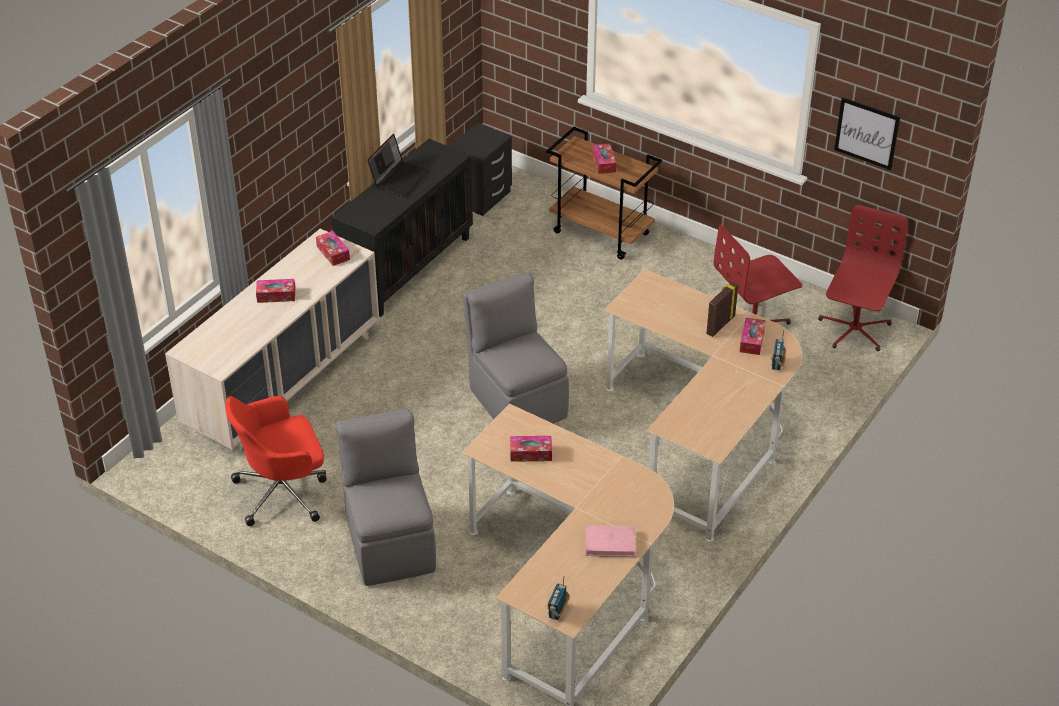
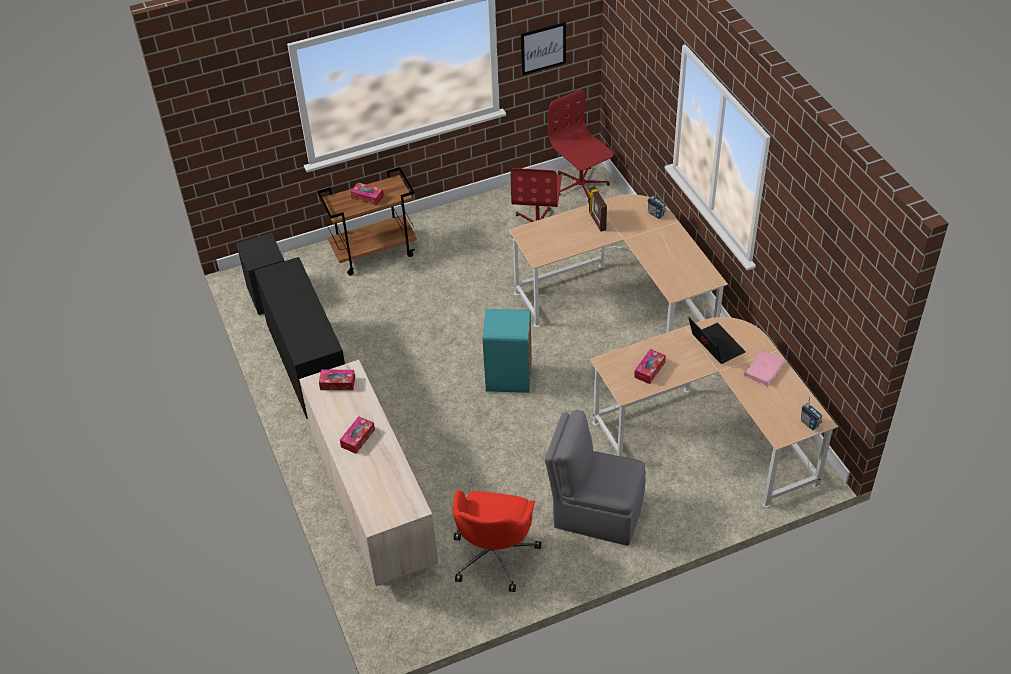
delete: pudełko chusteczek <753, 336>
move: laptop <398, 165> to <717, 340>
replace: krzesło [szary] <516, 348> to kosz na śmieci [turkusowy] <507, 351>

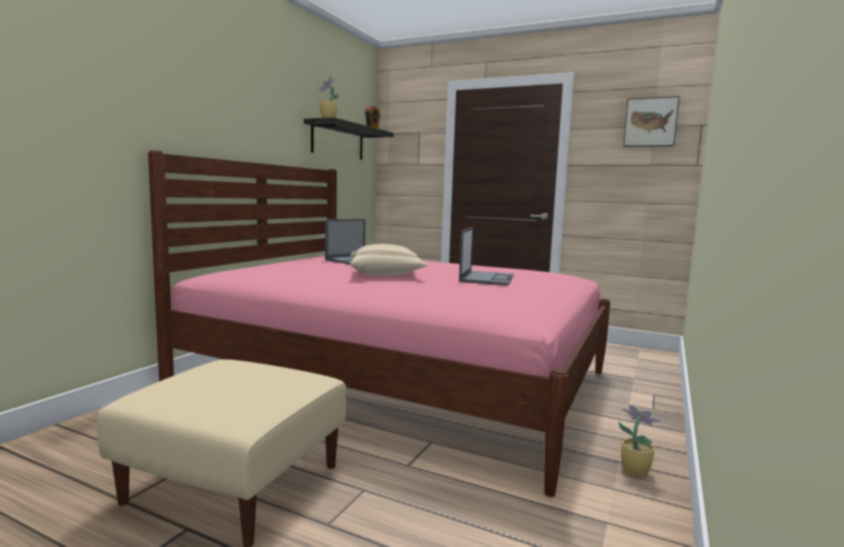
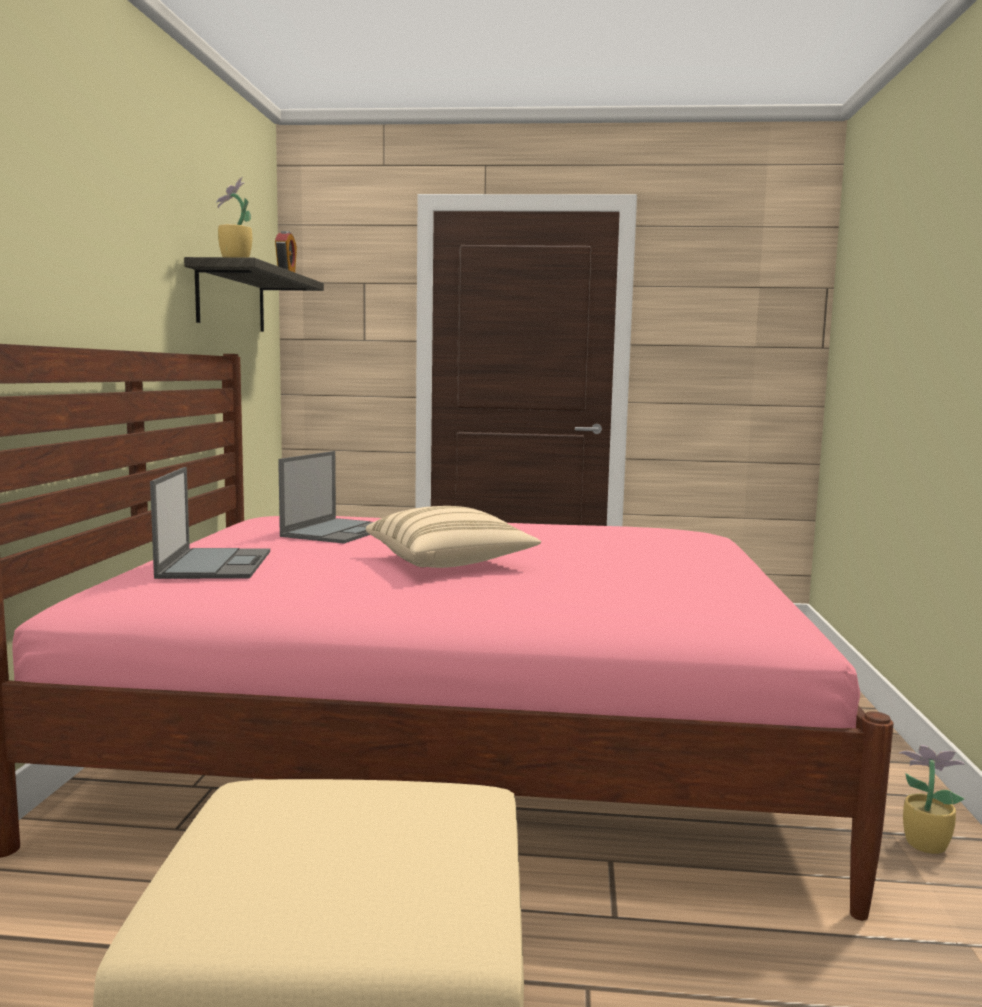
delete: obraz <651, 121>
move: laptop <486, 256> to <210, 523>

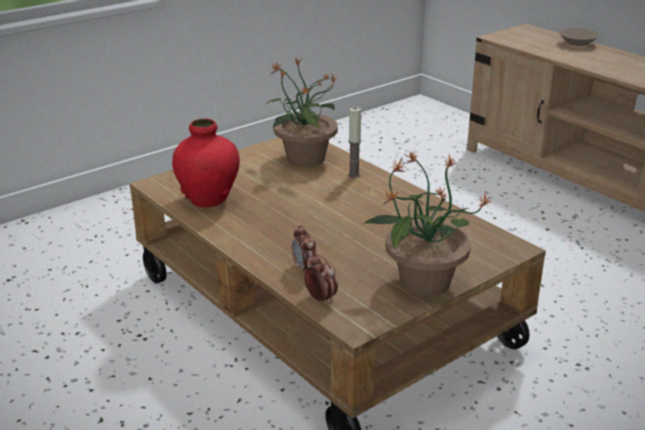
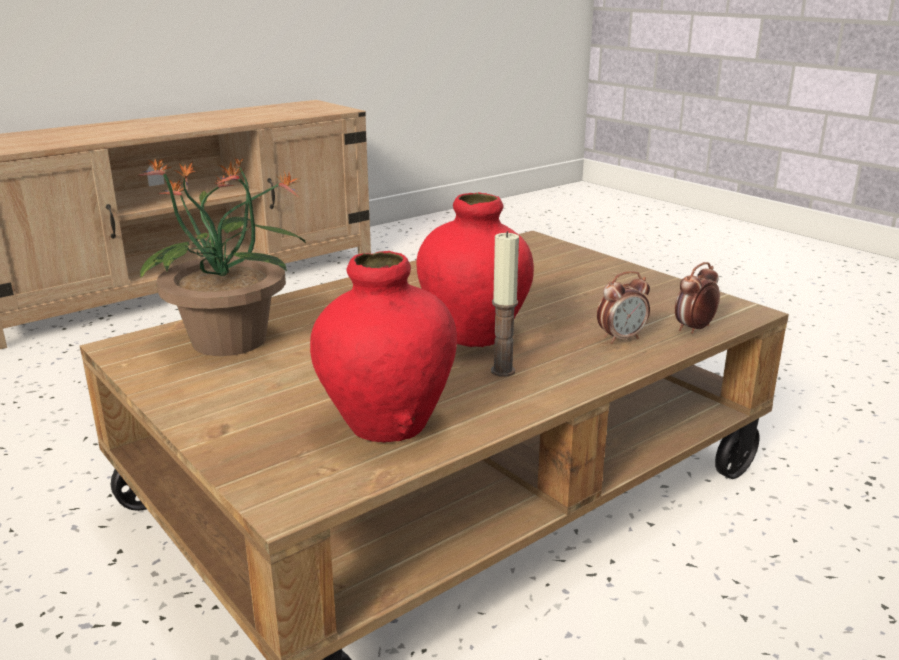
delete: roślina doniczkowa <427, 223>; miska [beżowy] <579, 37>
insert: wazon [czerwony] <475, 269>
move: świeca <354, 142> to <505, 304>

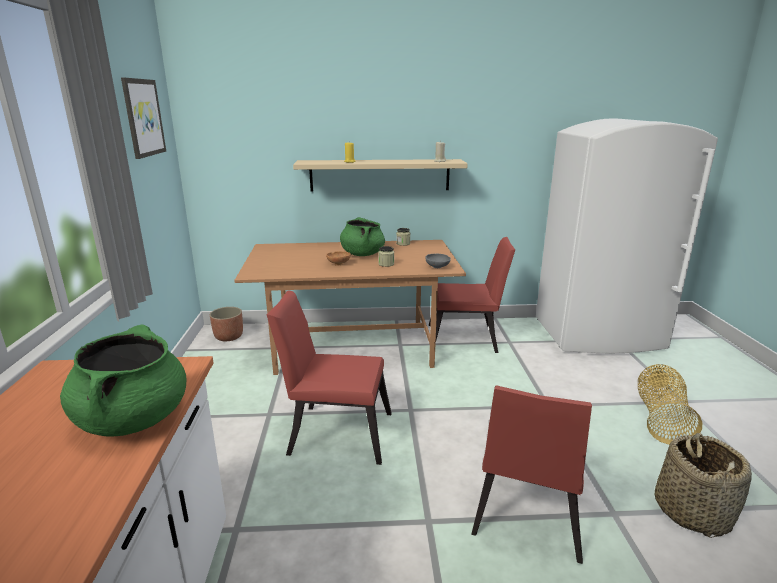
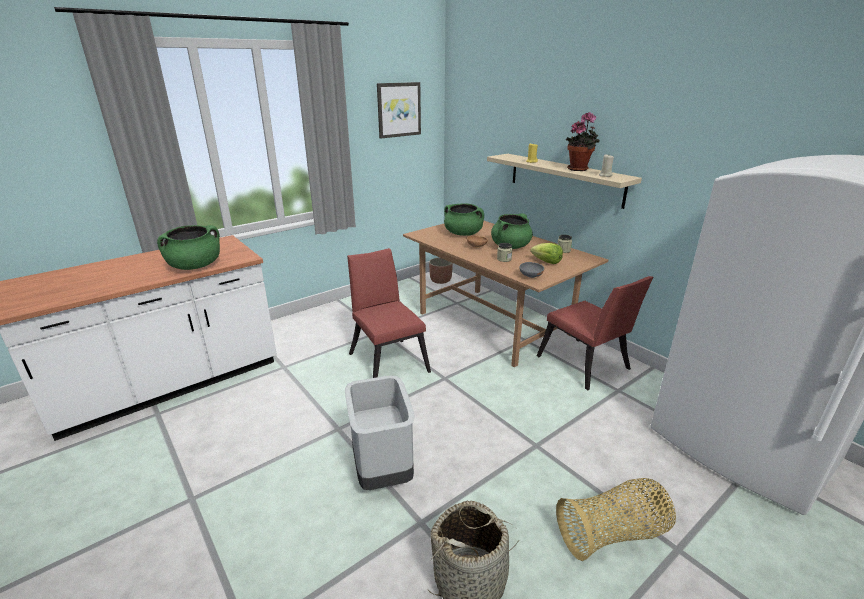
insert: garnek [zielony] <464, 219>; sałata <546, 253>; roślina doniczkowa <583, 141>
replace: krzesło [czerwony] <531, 474> to kosz na śmieci [szary] <380, 432>

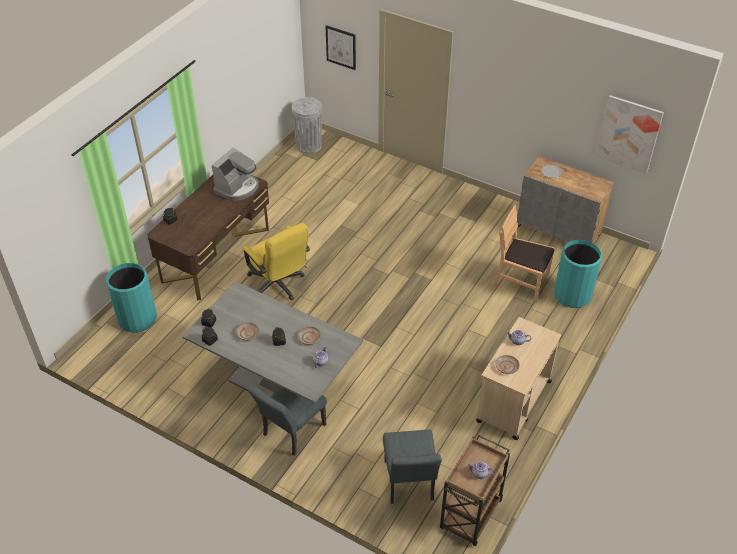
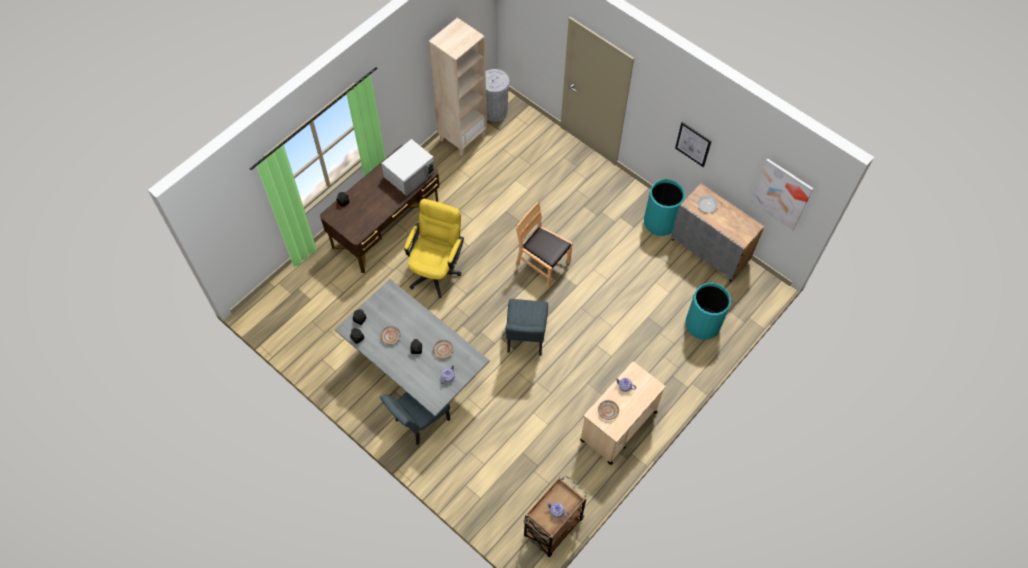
insert: regał [beżowy] <458, 87>
move: kosz na śmieci [turkusowy] <131, 297> to <664, 207>; obraz <341, 47> to <693, 144>; krzesło [szary] <412, 466> to <526, 327>; krzesło [brązowy] <524, 254> to <544, 245>
replace: ekspres do kawy <235, 174> to mikrofalówka [biały] <408, 167>
rotate: krzesło biurowe [żółty] <276, 261> = <434, 248> 135 degrees counterclockwise

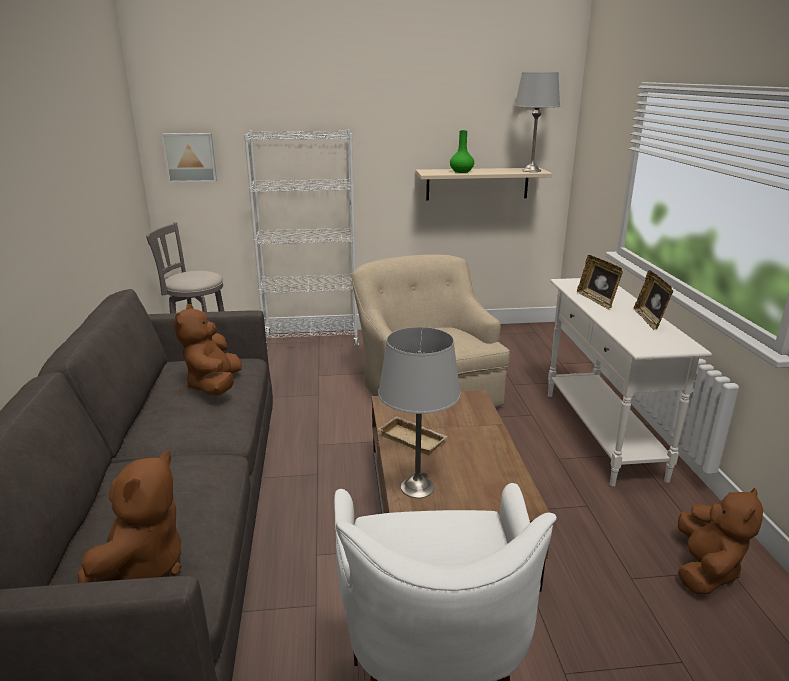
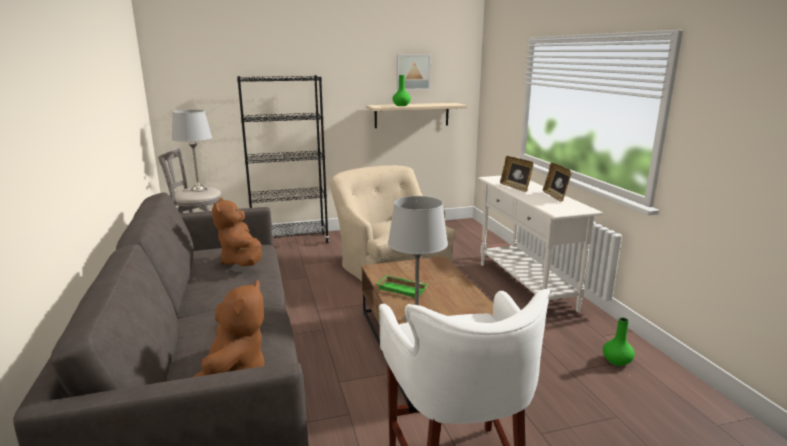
move: obraz <189, 158> to <414, 72>; lampa stołowa [szary] <537, 122> to <192, 151>
replace: pluszak [brązowy] <720, 541> to wazon [zielony] <619, 341>
recolor: regał [biały] <301, 238> to regał [czarny] <283, 159>; taca [beżowy] <413, 436> to taca [zielony] <402, 286>

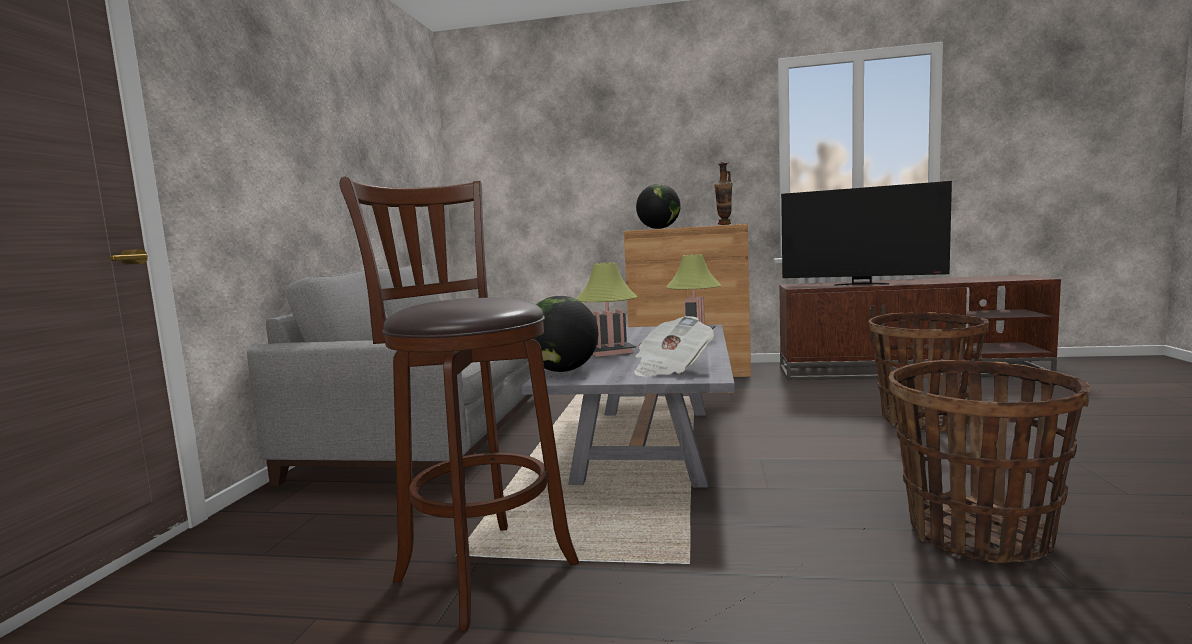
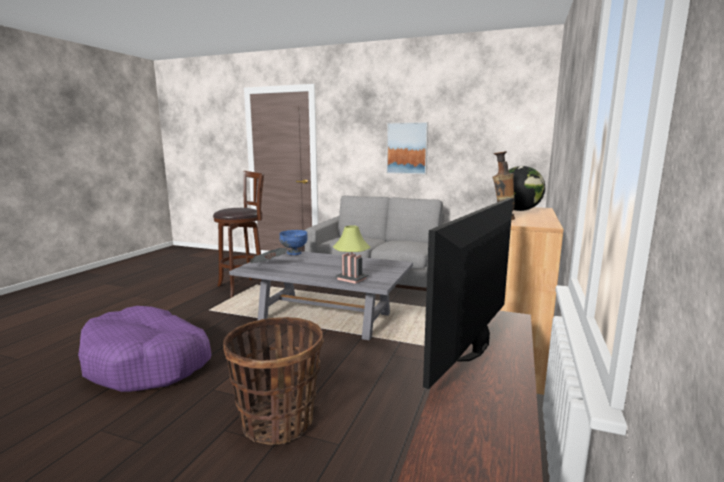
delete: lampa stołowa <607, 310>
insert: obraz <407, 148>
replace: globus <565, 334> to miska [niebieski] <293, 242>; koszyk <989, 462> to legowisko [fioletowy] <145, 349>

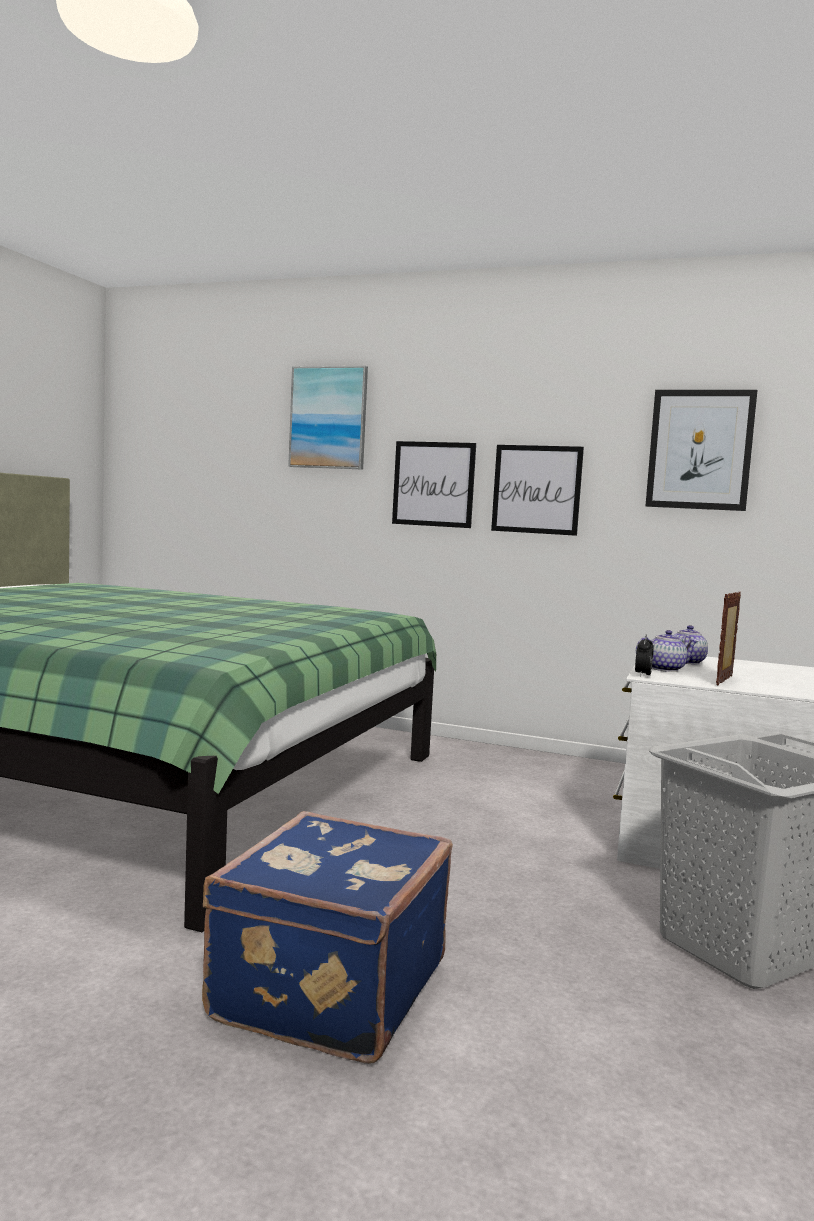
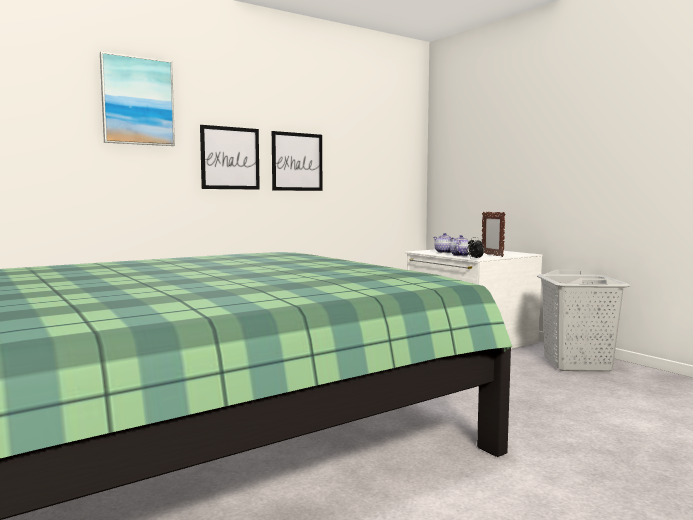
delete: walizka [niebieski] <327, 937>; obraz <701, 450>

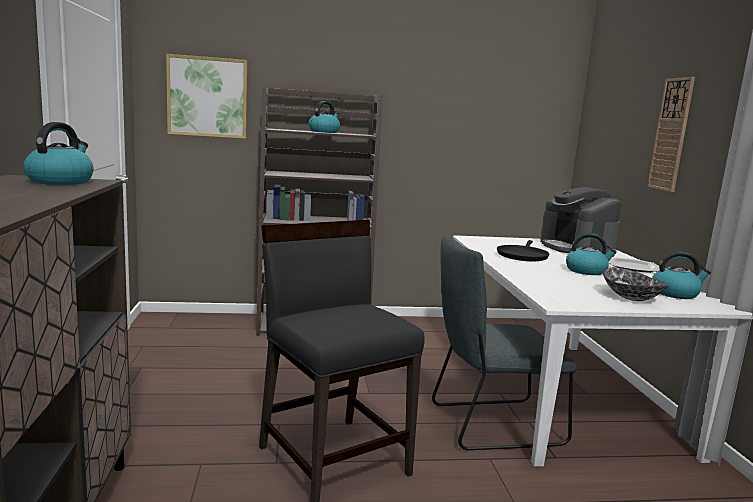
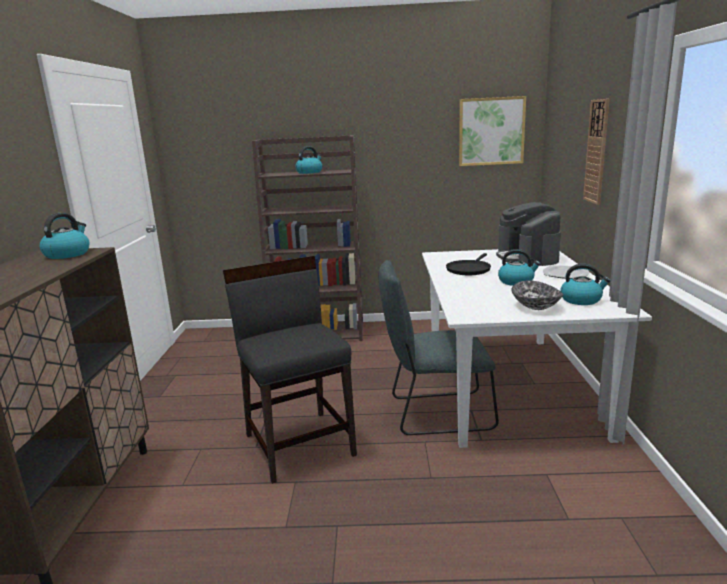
move: obraz <206, 96> to <492, 131>

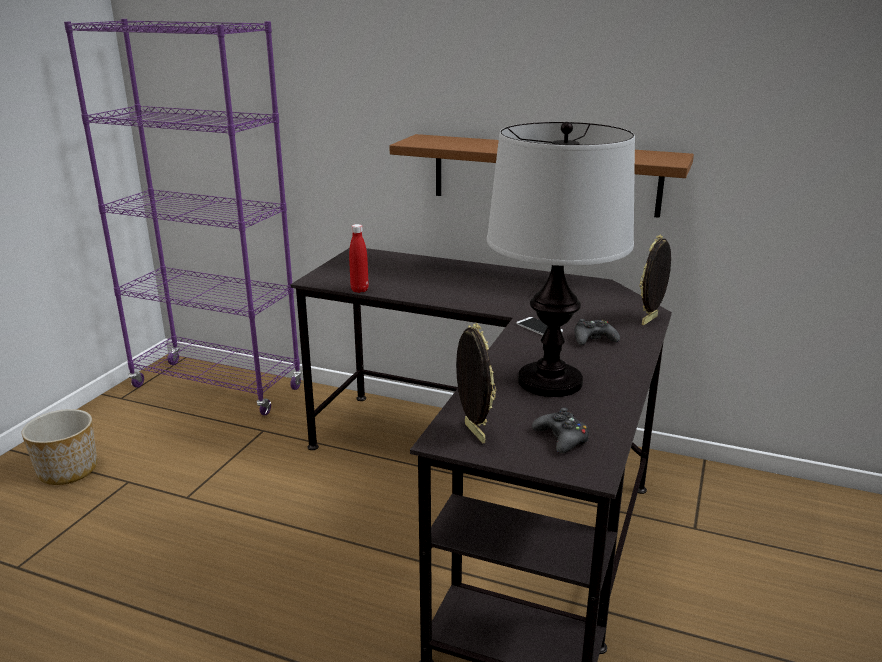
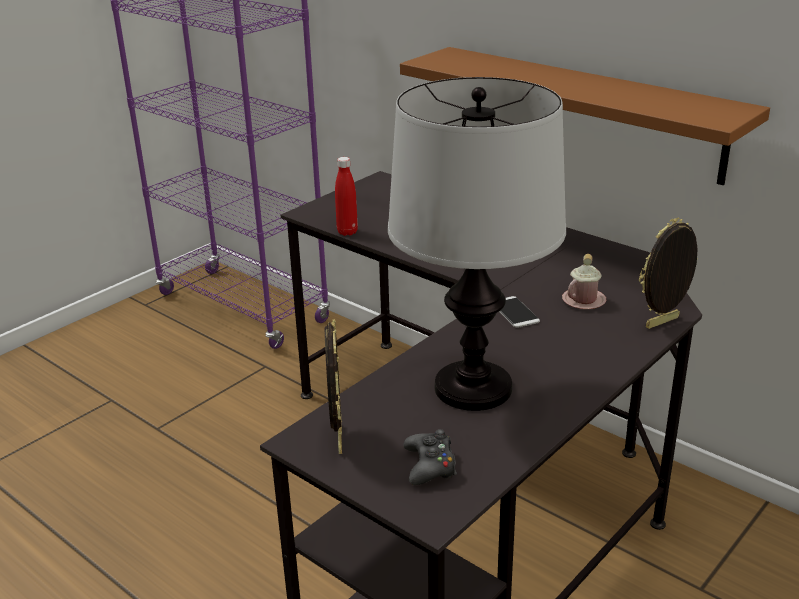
delete: donica <59, 447>; pad do gier [czarny] <597, 332>
insert: kubek [różowy] <584, 281>

